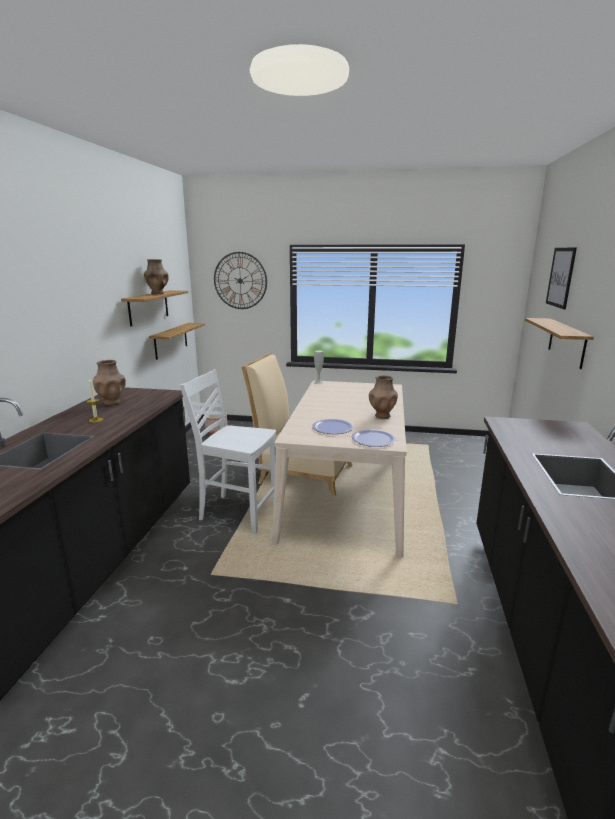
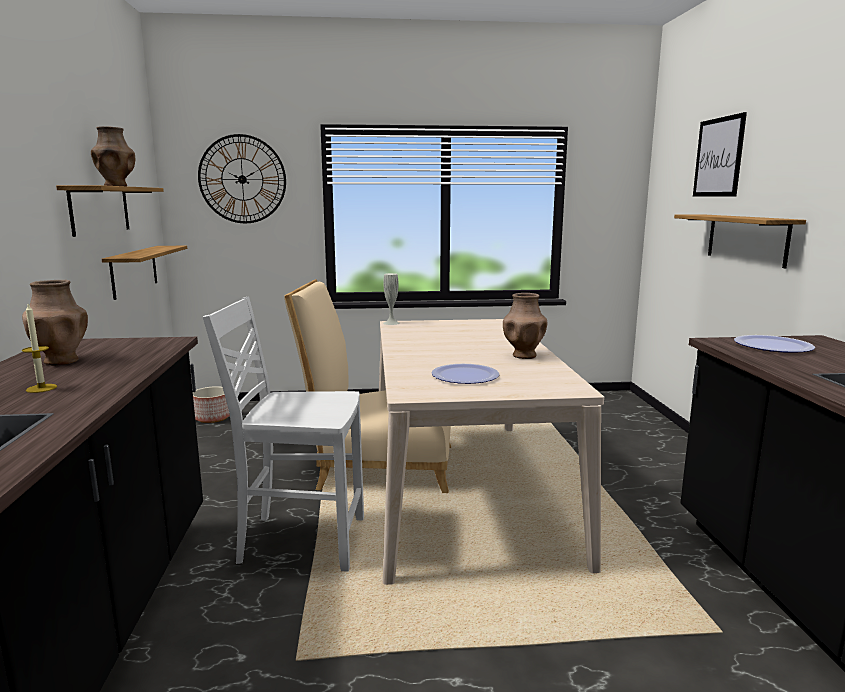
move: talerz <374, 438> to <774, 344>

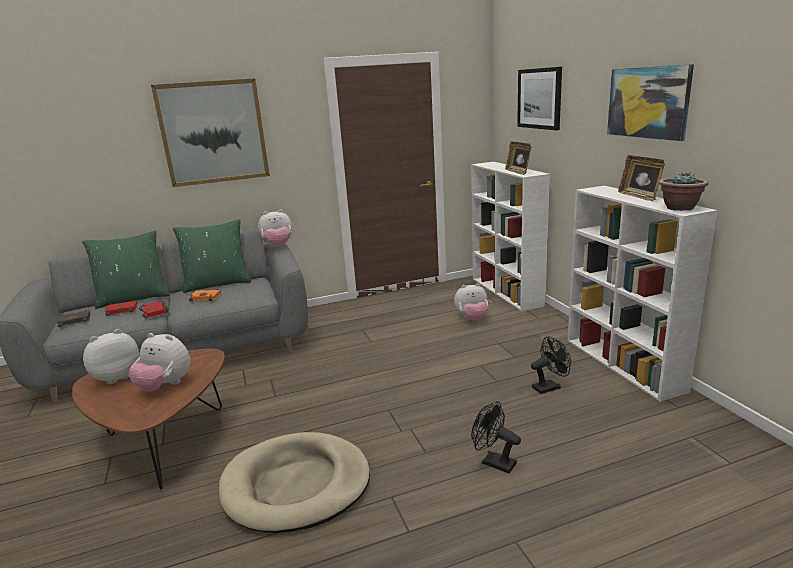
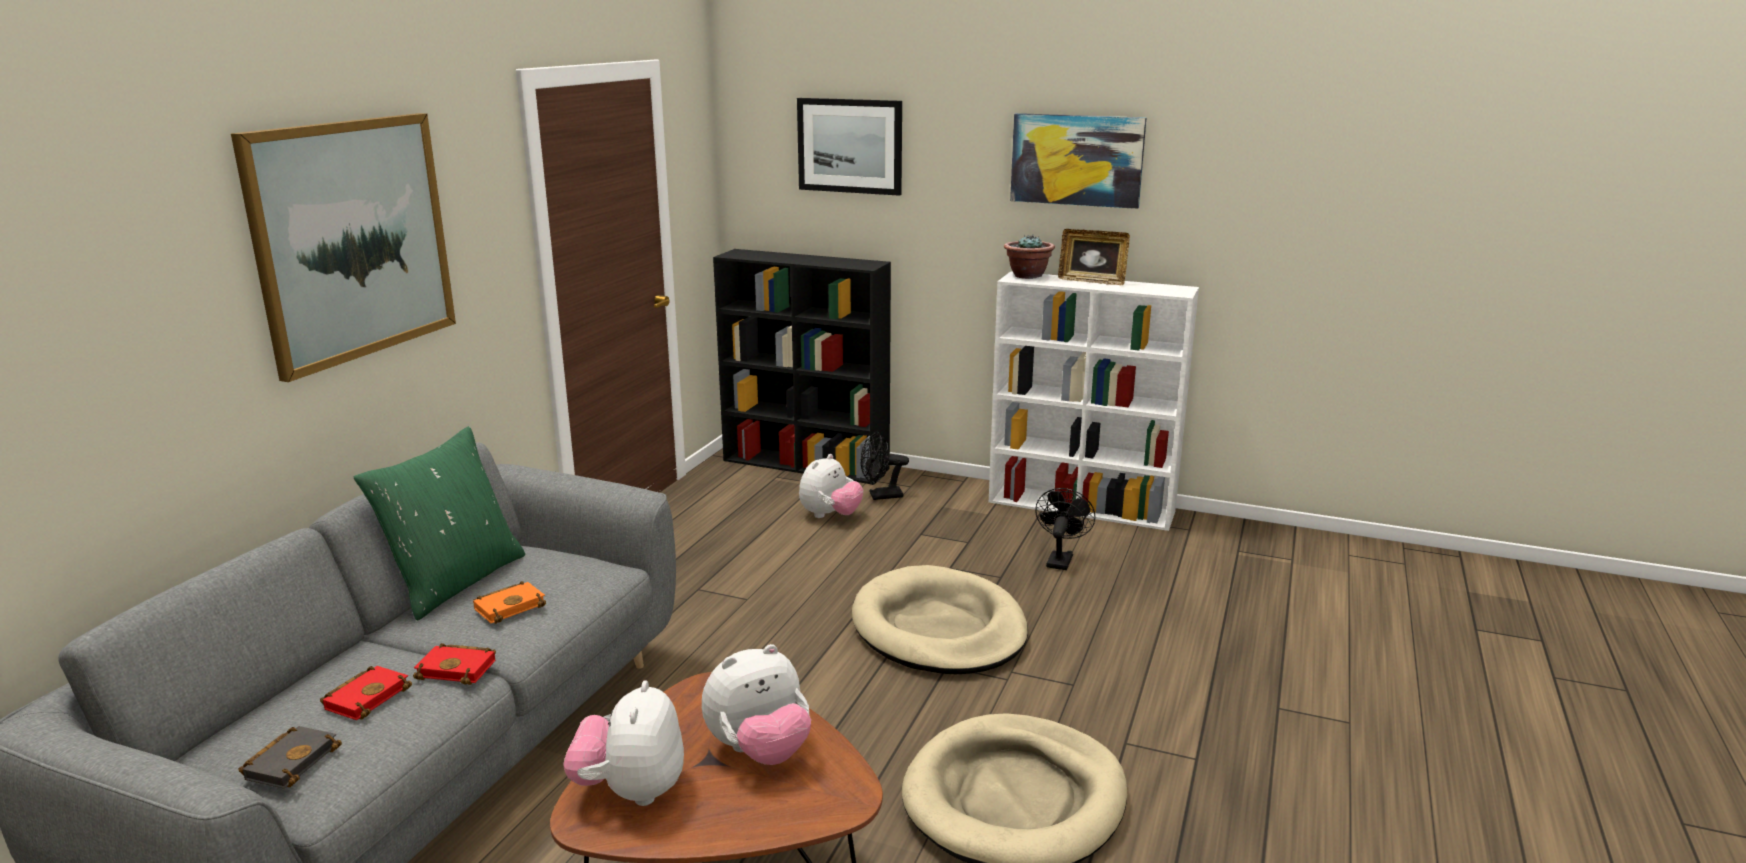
delete: poduszka [zielony] <125, 270>; pluszak <275, 228>; ramka na zdjęcie <518, 158>
insert: legowisko [beżowy] <940, 619>
move: wentylator [czarny] <496, 437> to <884, 466>; roślina doniczkowa <684, 191> to <1029, 256>
recolor: regał [biały] <510, 236> to regał [czarny] <802, 366>

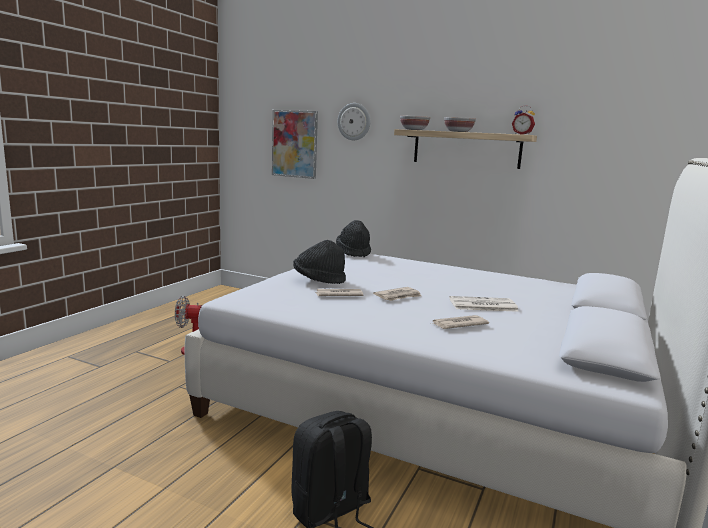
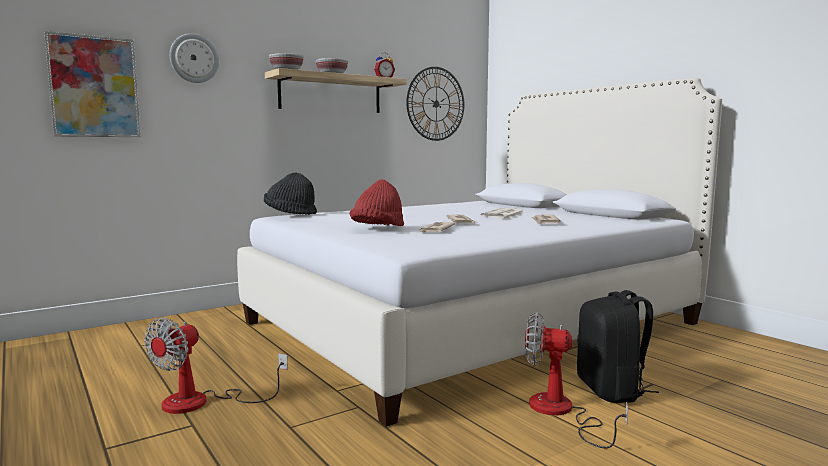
insert: zegar ścienny <435, 104>; wentylator <576, 380>
recolor: kapelusz [czarny] <319, 262> to kapelusz [czerwony] <376, 202>

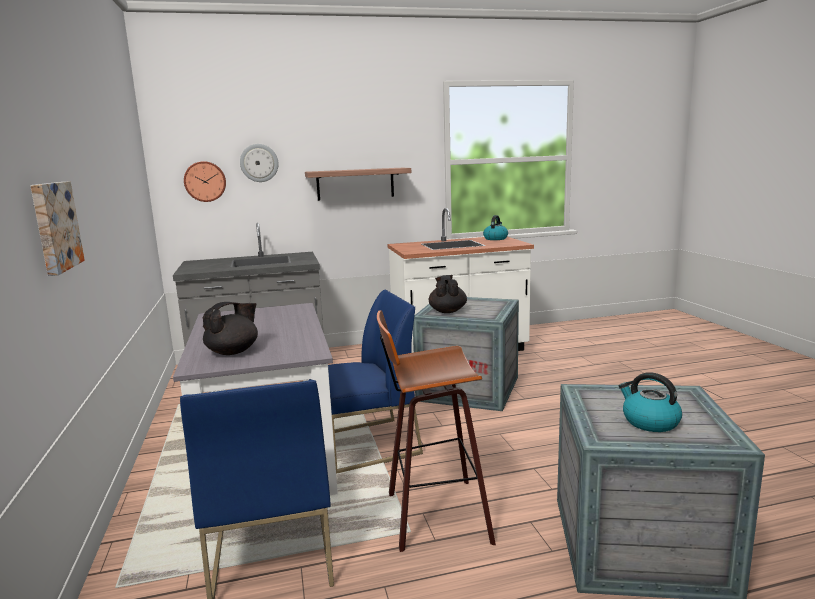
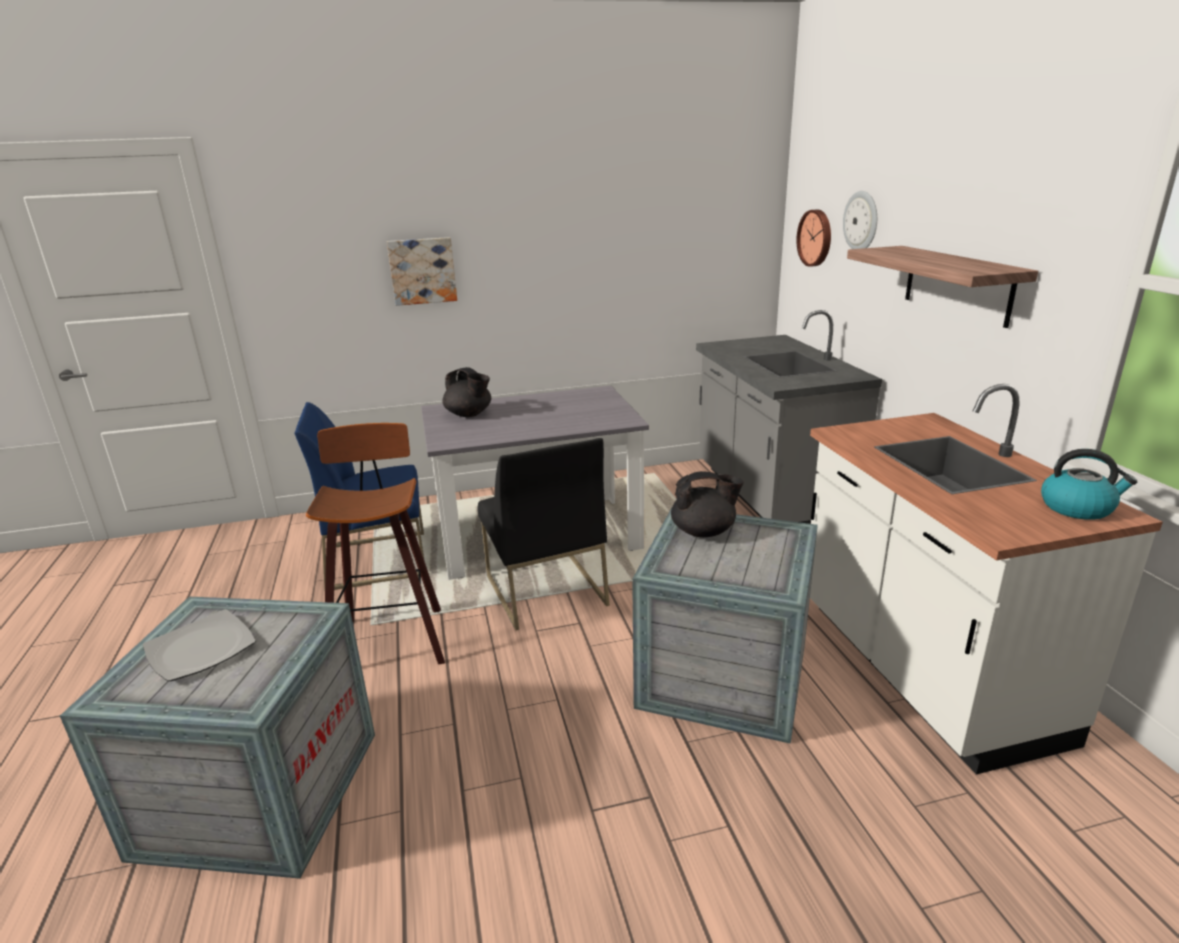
replace: czajnik <650, 402> to talerz <199, 645>
recolor: krzesło [niebieski] <366, 382> to krzesło [czarny] <543, 534>

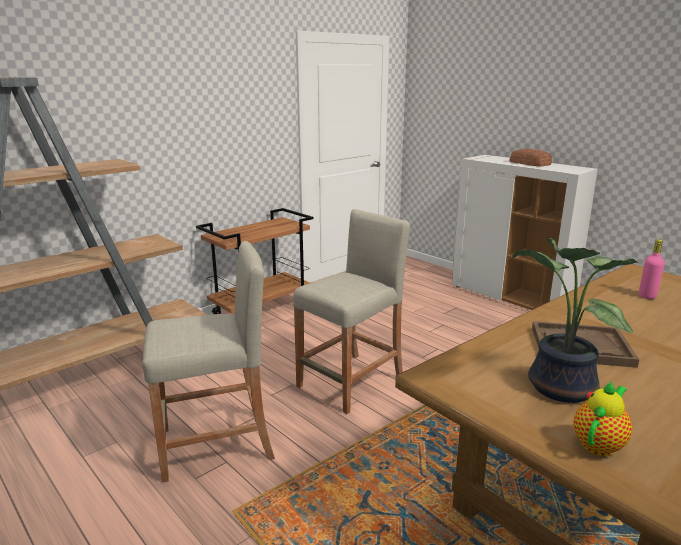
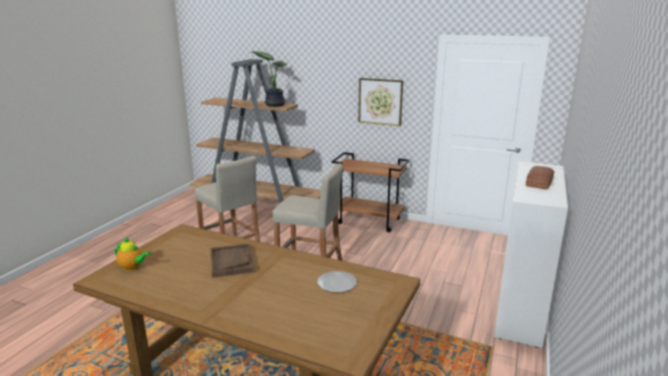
insert: obraz <380, 102>
move: roślina doniczkowa <575, 320> to <269, 79>
replace: butelka [różowy] <652, 269> to talerz <337, 282>

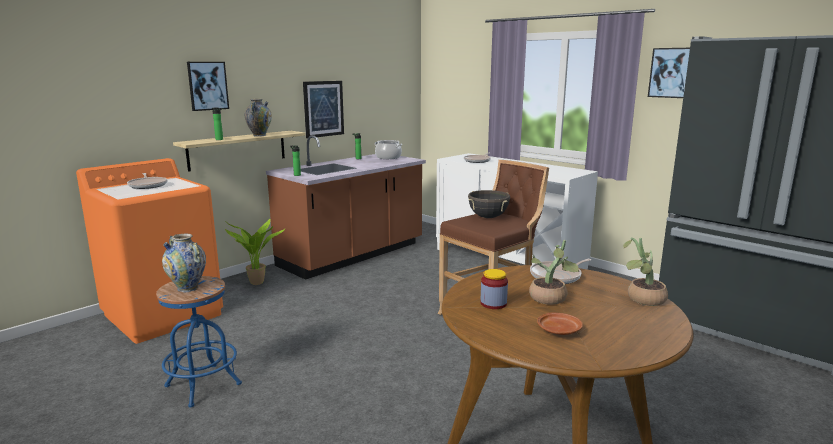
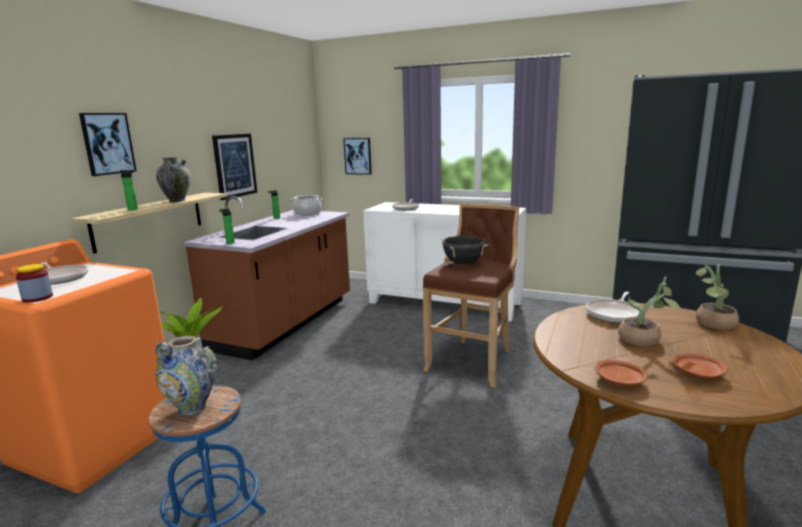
insert: talerz [brązowy] <621, 373>
move: słoik <494, 289> to <34, 283>; obraz <669, 73> to <357, 156>

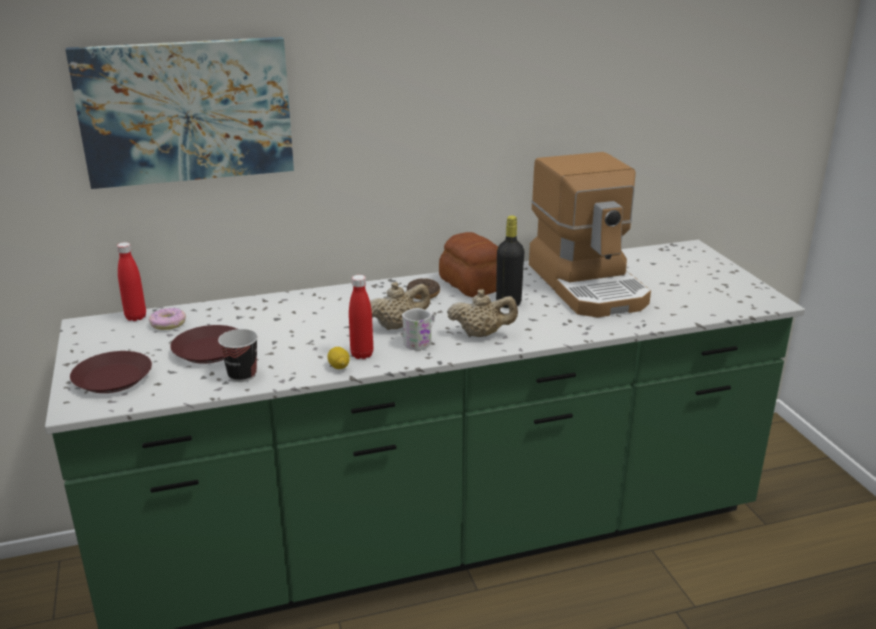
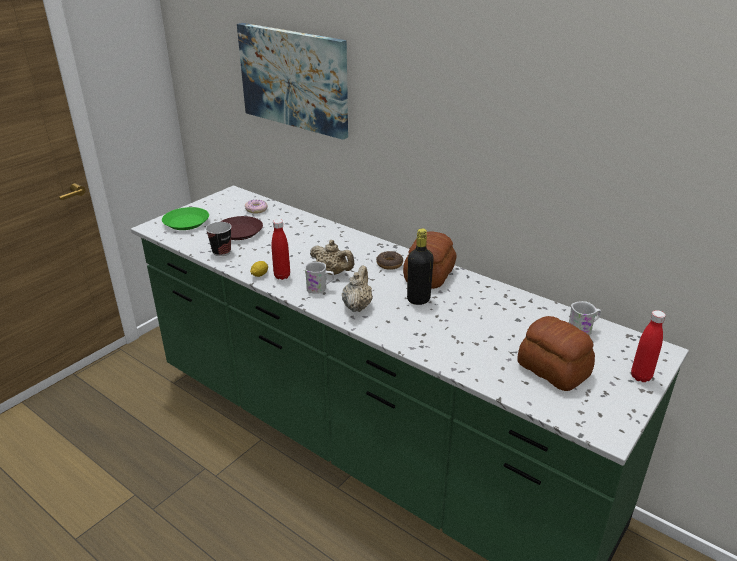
delete: ekspres do kawy <590, 235>
insert: chleb <556, 353>; kubek [biały] <585, 318>
move: butelka [czerwony] <131, 281> to <648, 346>
recolor: talerz [brązowy] <111, 372> to talerz [zielony] <185, 218>
rotate: imbryk [beżowy] <482, 313> = <357, 289> 135 degrees counterclockwise

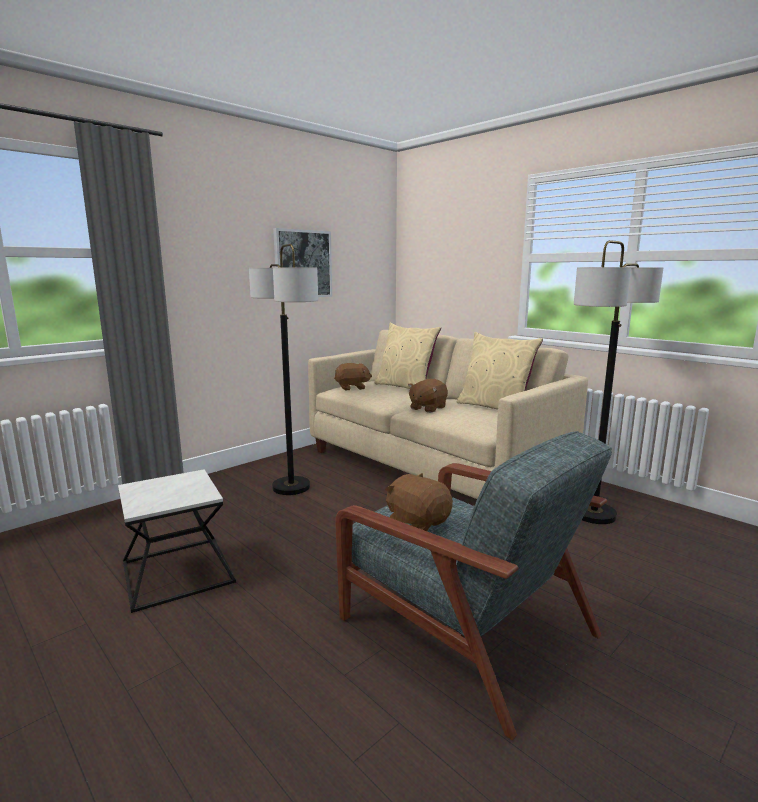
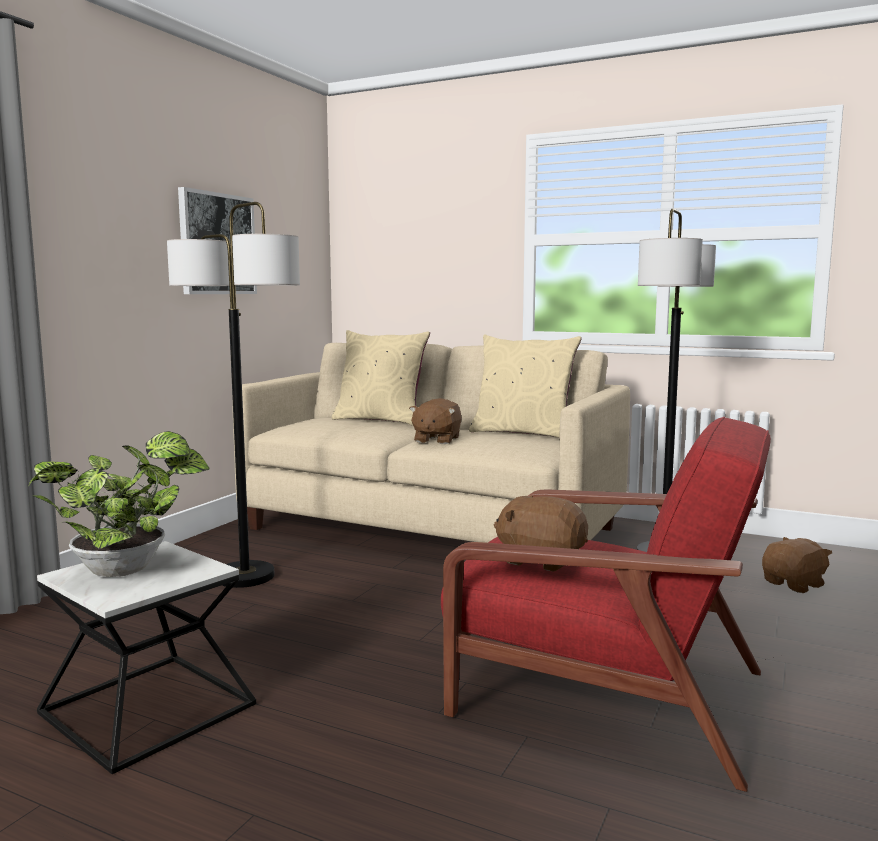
insert: roślina doniczkowa <118, 504>
move: pluszak [brązowy] <353, 376> to <797, 565>
recolor: fotel [szary] <473, 585> to fotel [czerwony] <606, 604>

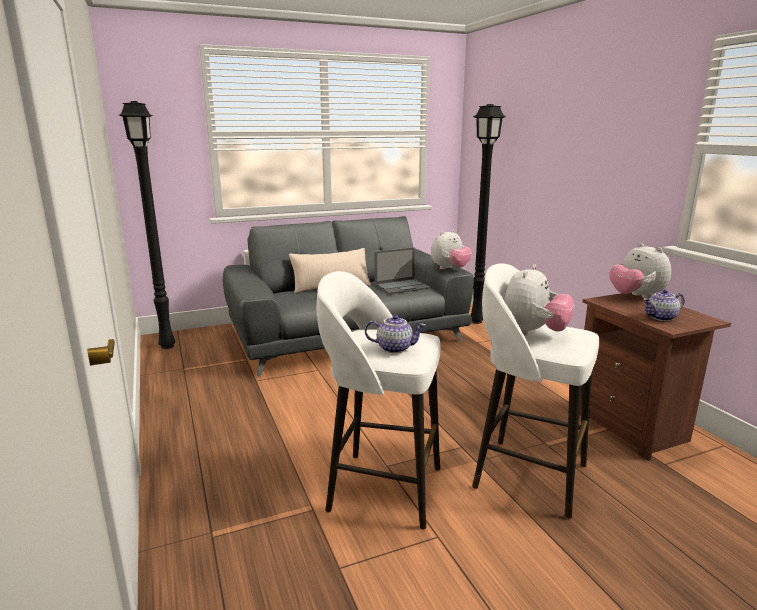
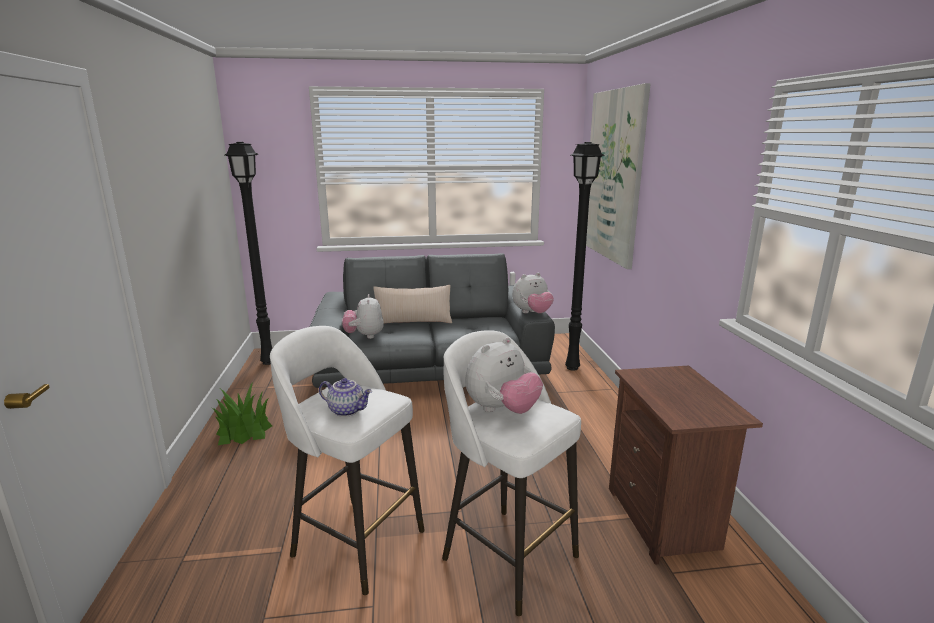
delete: laptop <402, 271>; imbryk <664, 305>
insert: roślina doniczkowa <242, 414>; obraz <618, 176>
move: pluszak <640, 270> to <363, 316>

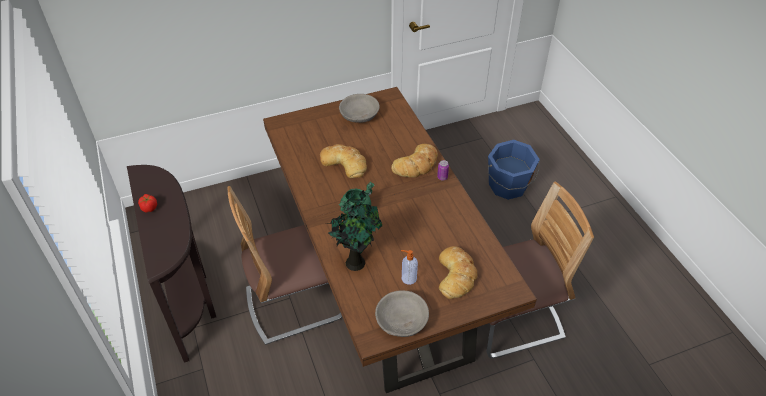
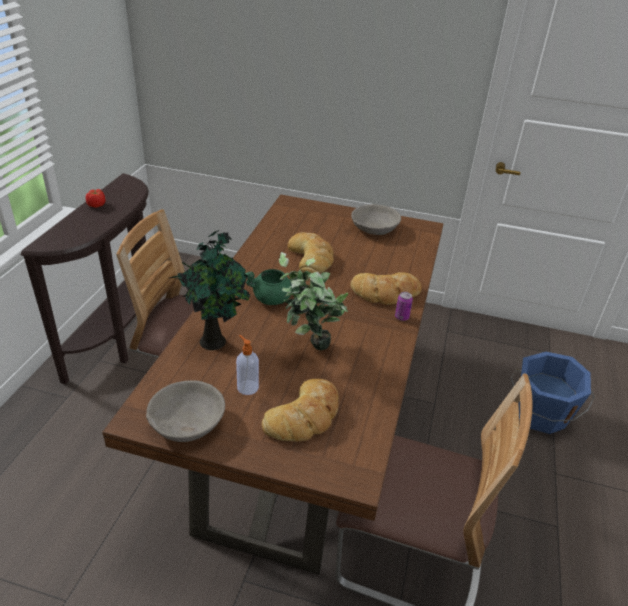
insert: roślina doniczkowa <313, 301>

